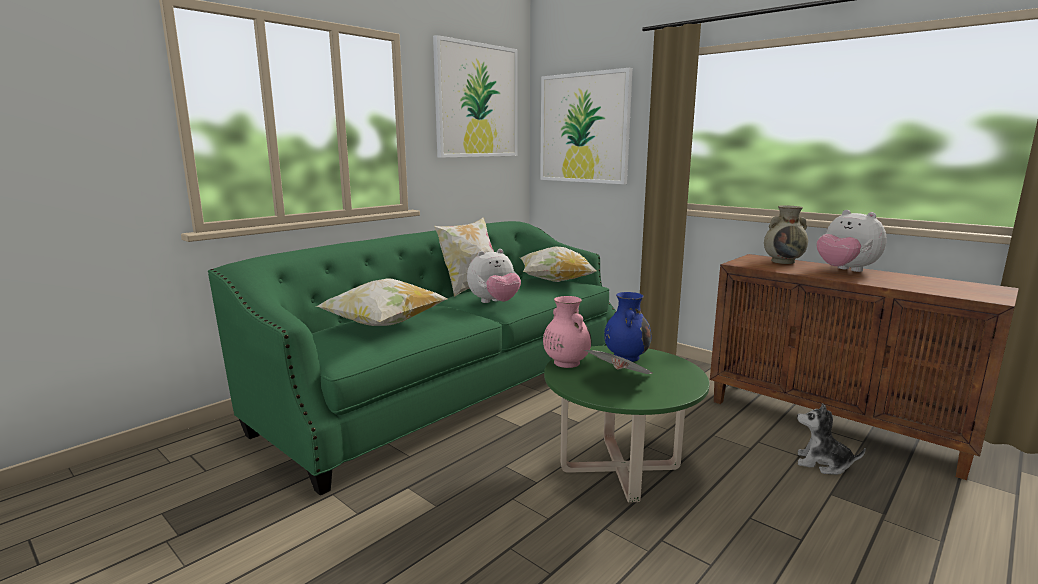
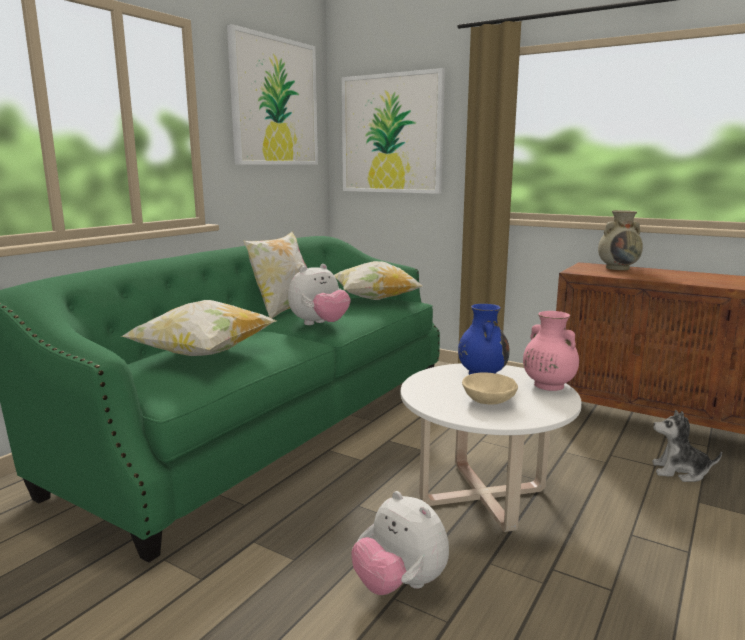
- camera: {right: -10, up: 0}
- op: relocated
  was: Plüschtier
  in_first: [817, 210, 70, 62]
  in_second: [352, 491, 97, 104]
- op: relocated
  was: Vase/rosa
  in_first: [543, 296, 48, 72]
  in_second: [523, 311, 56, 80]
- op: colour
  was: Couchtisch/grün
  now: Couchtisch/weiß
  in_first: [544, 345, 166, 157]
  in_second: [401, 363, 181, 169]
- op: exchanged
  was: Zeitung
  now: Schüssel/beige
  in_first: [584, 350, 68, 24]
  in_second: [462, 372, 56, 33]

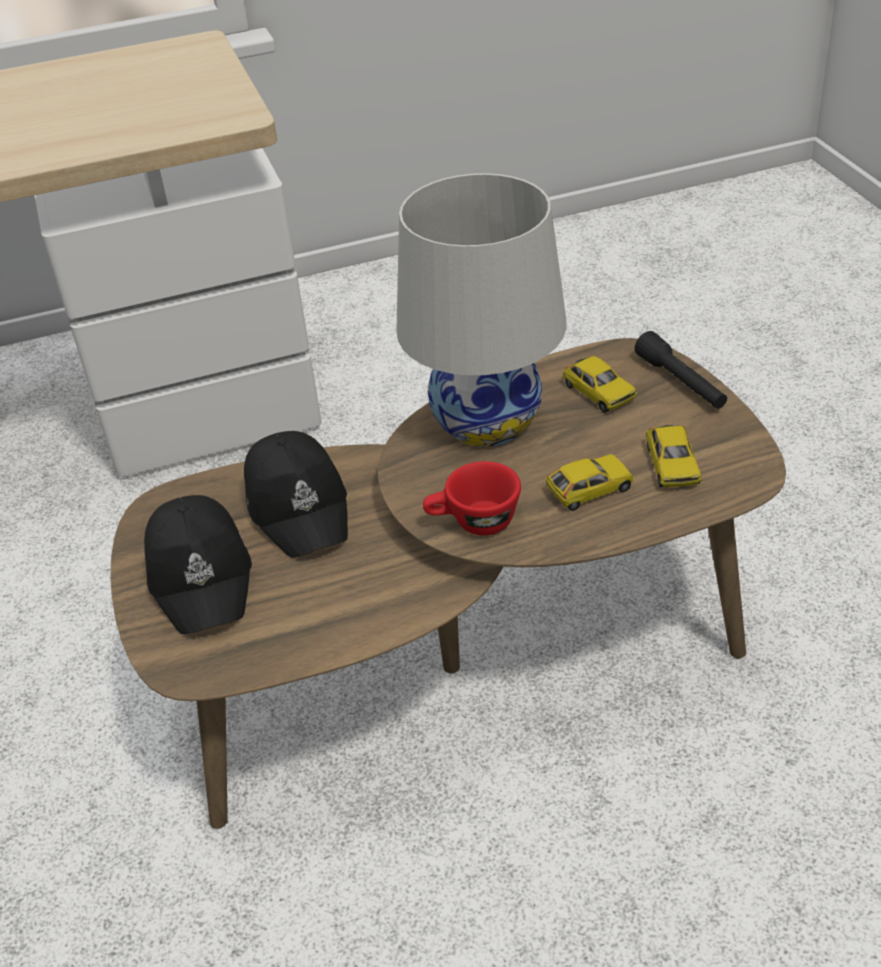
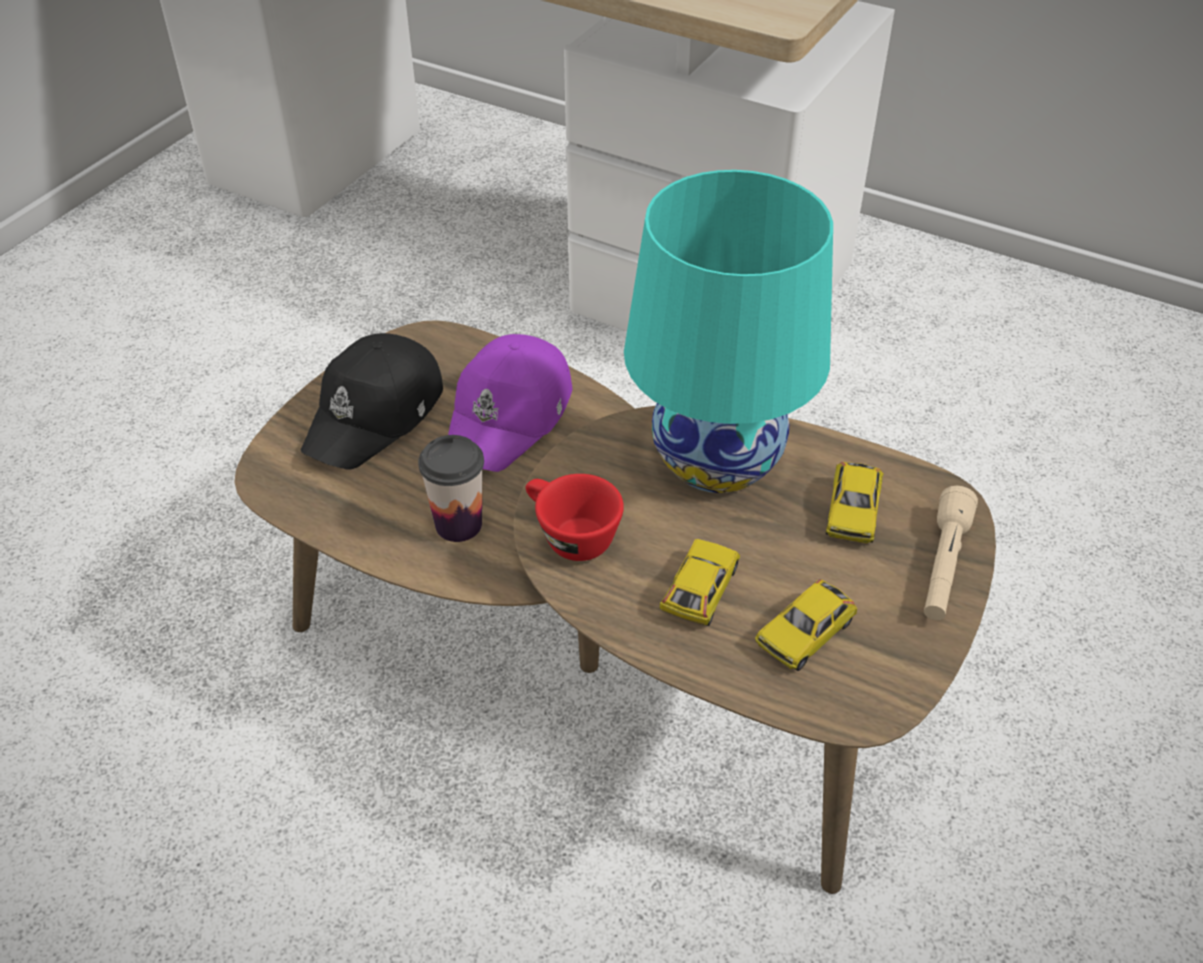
- camera: {right: 45, up: 5}
- op: colour
  was: Tischlampe/weiß
  now: Tischlampe/türkis
  in_first: [396, 173, 170, 274]
  in_second: [624, 170, 209, 323]
- op: colour
  was: Taschenlampe/schwarz
  now: Taschenlampe/beige
  in_first: [635, 331, 92, 78]
  in_second: [924, 486, 54, 134]
- op: colour
  was: Kappe/schwarz
  now: Kappe/lila
  in_first: [244, 431, 104, 127]
  in_second: [448, 334, 124, 138]
- op: spun
  was: Spielzeugauto
  in_first: [546, 454, 88, 57]
  in_second: [660, 539, 80, 87]
  clockwise: -90
- op: appeared
  now: Tasse
  in_second: [418, 435, 66, 107]

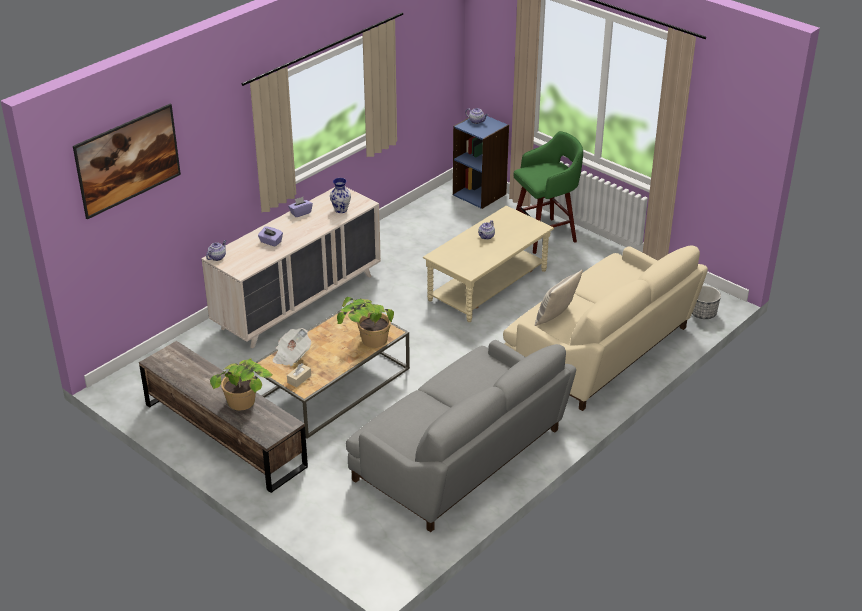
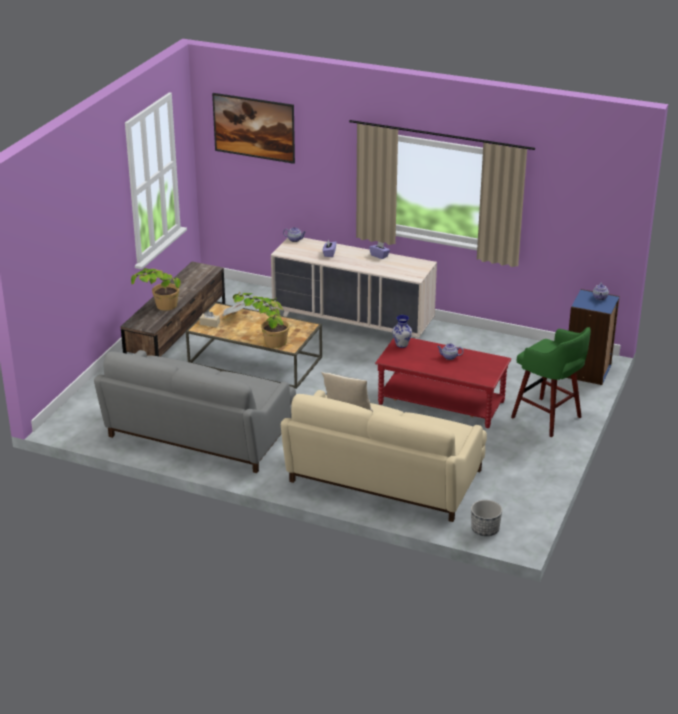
- camera: {right: 70, up: -5}
- op: relocated
  was: Vase
  in_first: [330, 178, 21, 35]
  in_second: [392, 315, 20, 33]
- op: colour
  was: Couchtisch/beige
  now: Couchtisch/rot
  in_first: [423, 206, 131, 116]
  in_second: [375, 338, 136, 90]

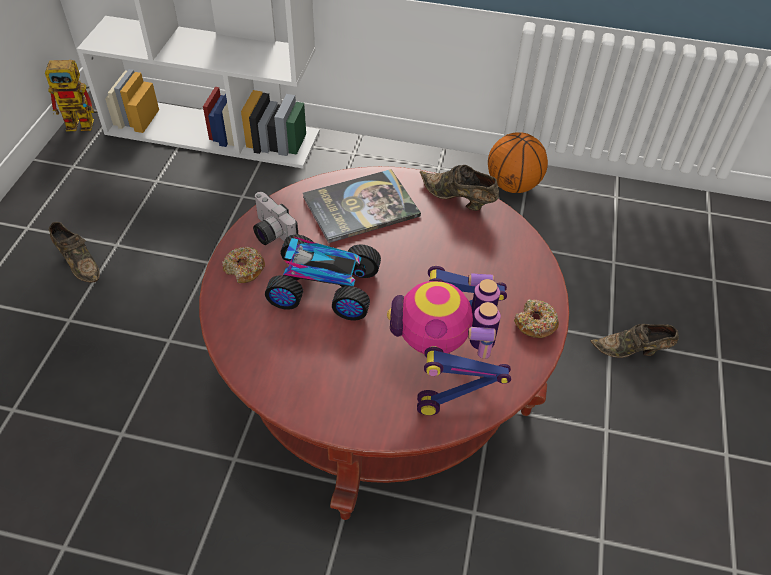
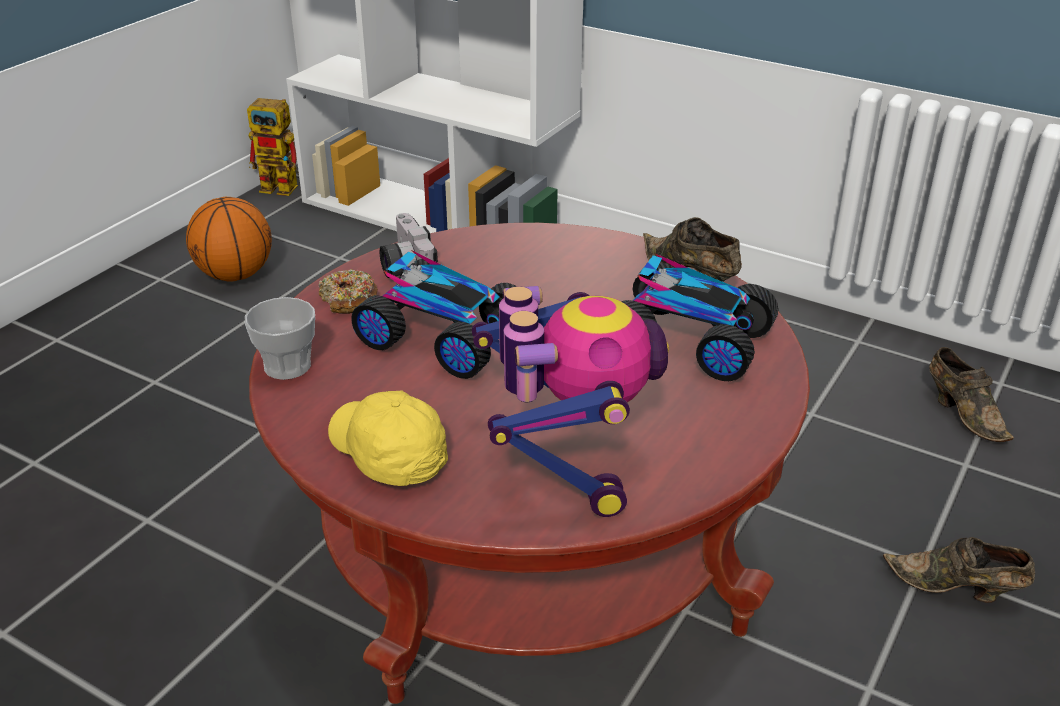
- camera: {right: 20, up: -15}
- op: relocated
  was: Basketball
  in_first: [488, 132, 60, 61]
  in_second: [186, 197, 86, 84]
- op: missing
  was: Buch
  in_first: [303, 169, 118, 74]
- op: relocated
  was: Schuh/braun
  in_first: [49, 222, 51, 60]
  in_second: [929, 347, 85, 95]
- op: spun
  was: Spielzeugroboter
  in_first: [387, 266, 124, 149]
  in_second: [472, 286, 197, 231]
  clockwise: 150
- op: missing
  was: Donut
  in_first: [514, 299, 45, 39]
- op: appeared
  now: Spielzeugauto
  in_second: [621, 254, 158, 127]
- op: appeared
  now: Tasse
  in_second: [245, 297, 70, 83]
- op: appeared
  now: Kappe/gelb
  in_second: [328, 391, 120, 95]

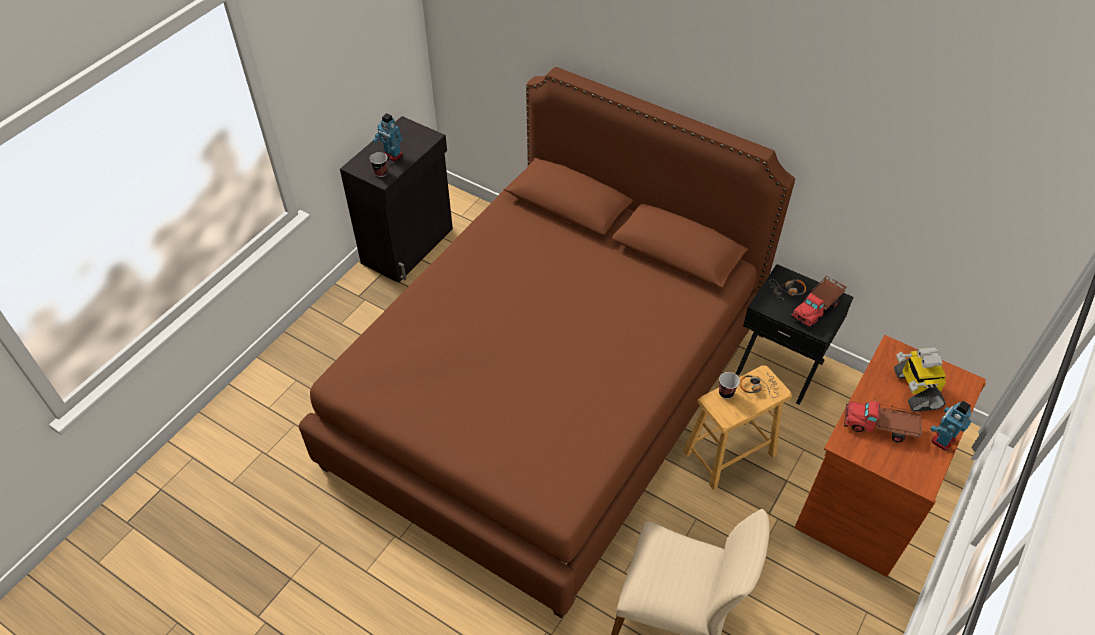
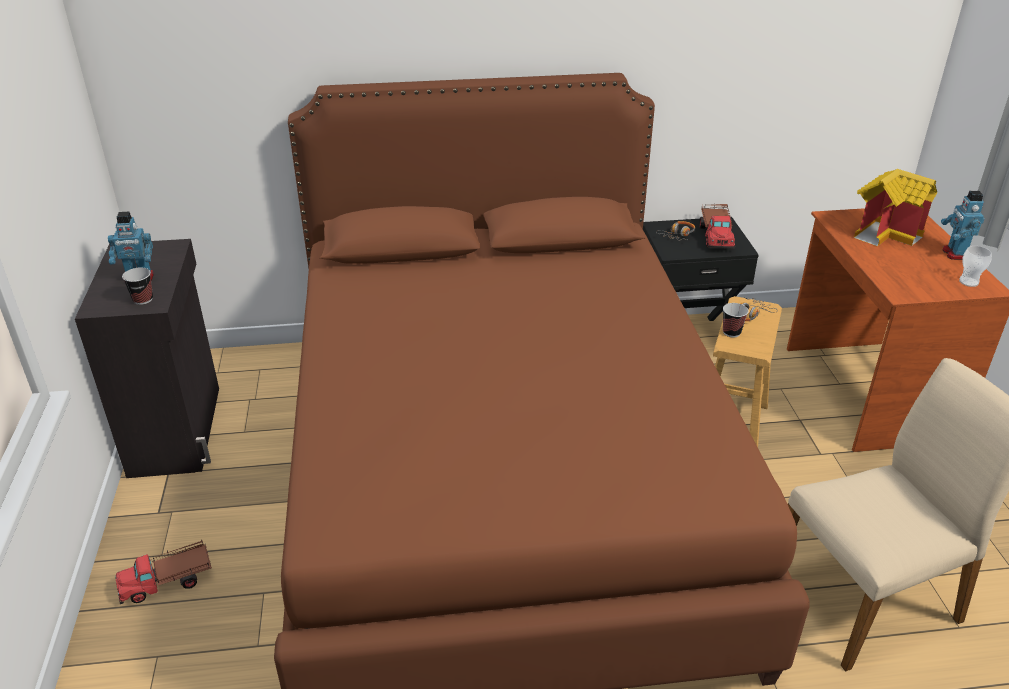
- camera: {right: -40, up: -15}
- op: exchanged
  was: Spielzeugroboter
  now: Spielzeughaus
  in_first: [894, 347, 52, 65]
  in_second: [854, 169, 83, 77]
- op: relocated
  was: Spielzeuglaster
  in_first: [844, 401, 78, 41]
  in_second: [115, 540, 97, 64]
- op: appeared
  now: Tasse
  in_second: [959, 246, 33, 41]

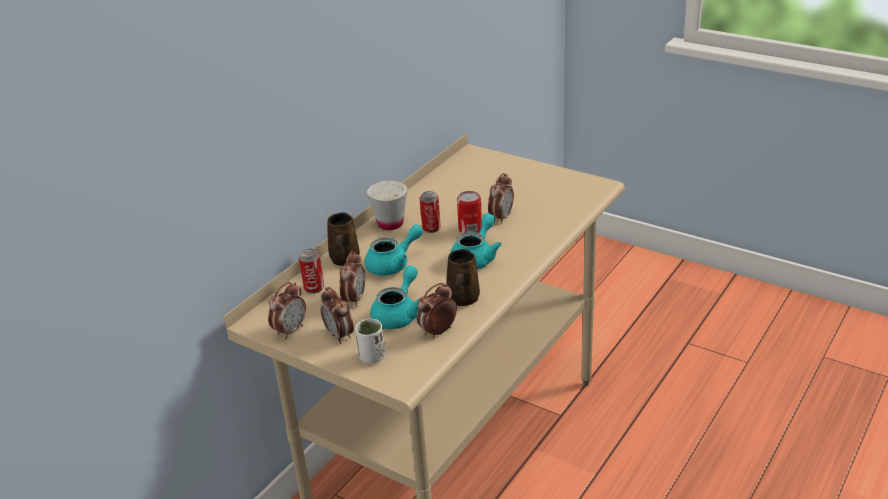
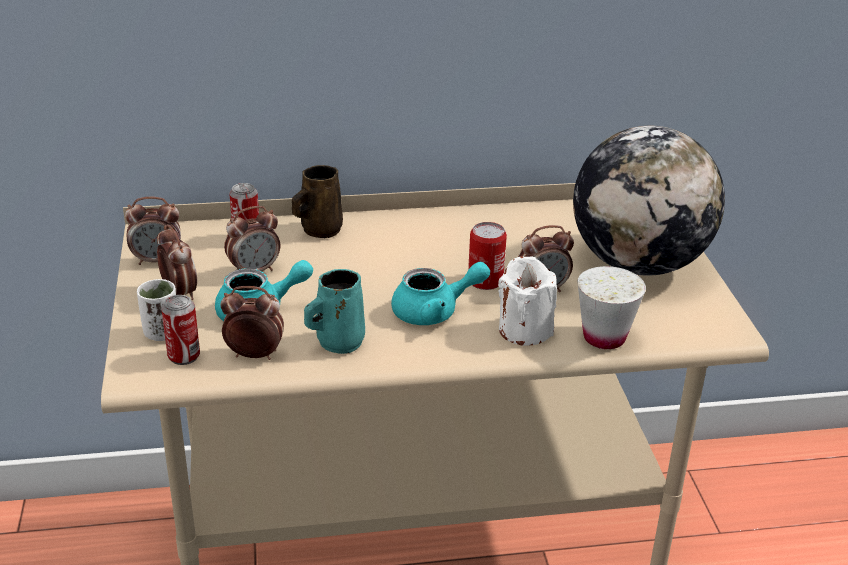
- camera: {right: 45, up: 0}
- op: relocated
  was: Tasse/weiß
  in_first: [367, 181, 41, 49]
  in_second: [577, 266, 69, 83]
- op: relocated
  was: Dose
  in_first: [420, 191, 21, 42]
  in_second: [161, 295, 39, 70]
- op: missing
  was: Teekanne/türkis
  in_first: [365, 224, 58, 52]
- op: colour
  was: Henkelbecher/braun
  now: Henkelbecher/türkis
  in_first: [447, 249, 33, 57]
  in_second: [304, 269, 61, 85]
- op: spun
  was: Wecker
  in_first: [320, 287, 34, 57]
  in_second: [157, 224, 40, 76]
  clockwise: 135
- op: appeared
  now: Globus
  in_second: [573, 126, 152, 149]
- op: appeared
  now: Kerze/weiß
  in_second: [498, 256, 59, 90]

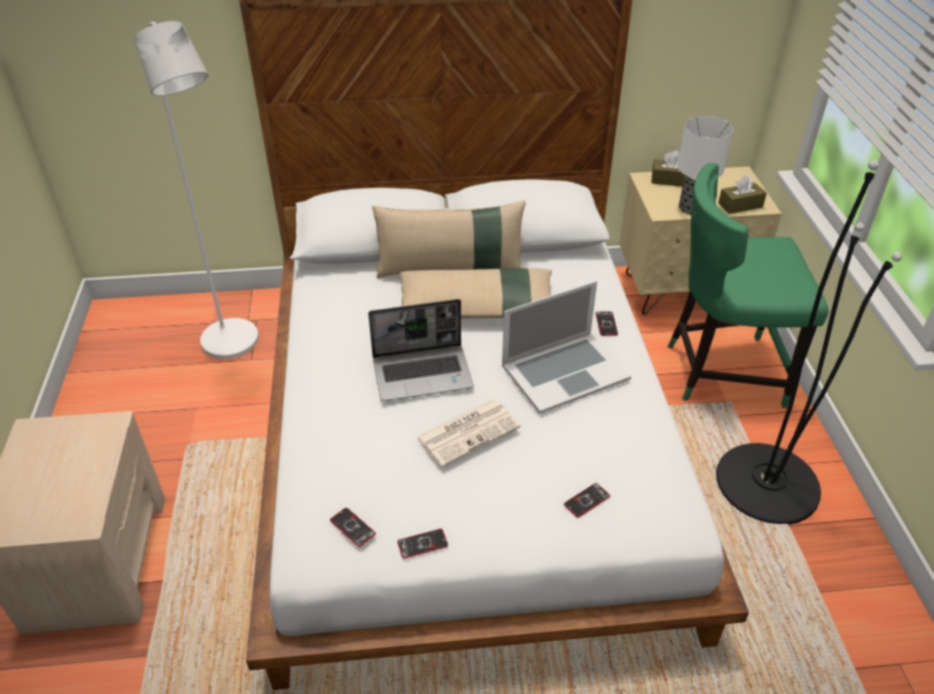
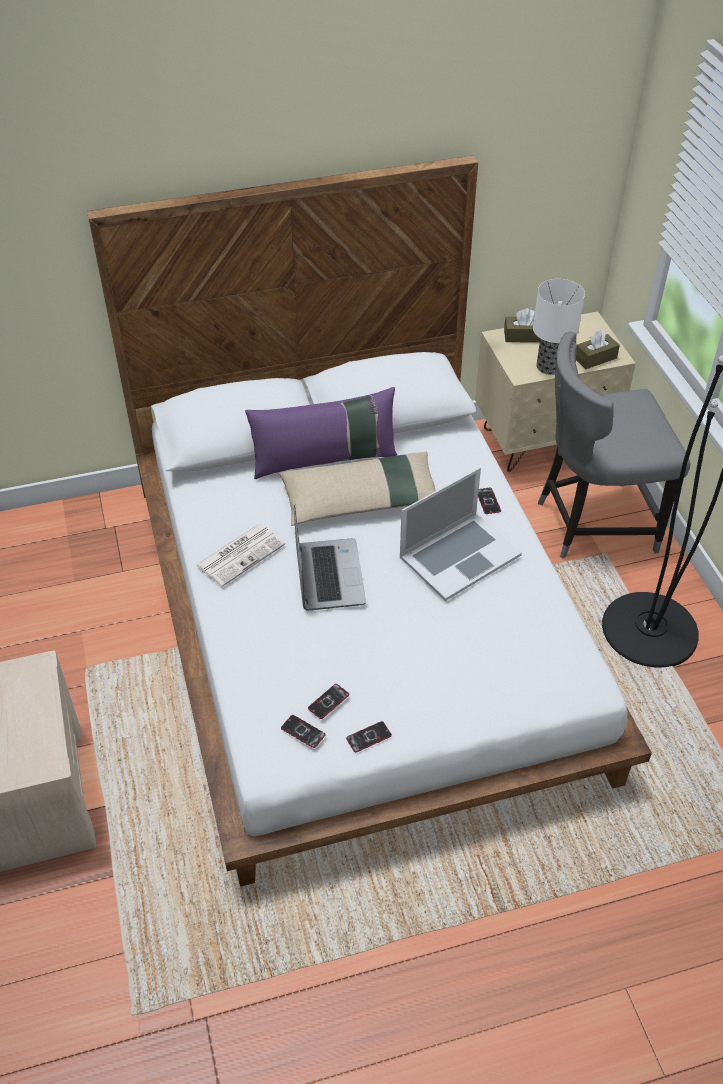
- camera: {right: -10, up: 5}
- op: missing
  was: Stehlampe/weiß
  in_first: [134, 21, 125, 338]
- op: colour
  was: Stuhl/grün
  now: Stuhl/grau
  in_first: [668, 163, 161, 245]
  in_second: [538, 331, 152, 228]
- op: colour
  was: Kissen/beige
  now: Kissen/lila
  in_first: [372, 201, 154, 77]
  in_second: [245, 387, 152, 92]
- op: spun
  was: Laptop
  in_first: [368, 299, 106, 102]
  in_second: [294, 504, 72, 107]
  clockwise: -75
- op: relocated
  was: Zeitung
  in_first: [416, 400, 105, 67]
  in_second: [196, 524, 89, 63]
- op: relocated
  was: Handy
  in_first: [564, 483, 46, 35]
  in_second: [308, 684, 41, 35]

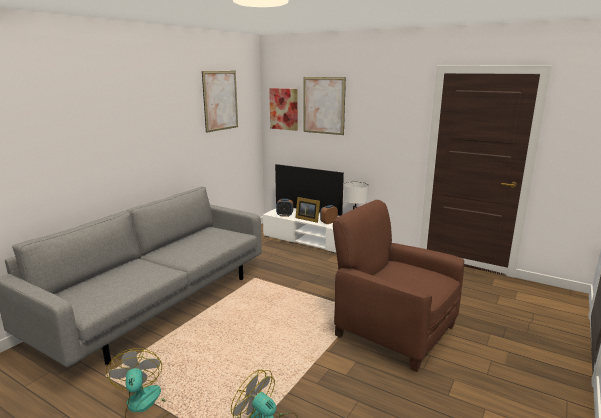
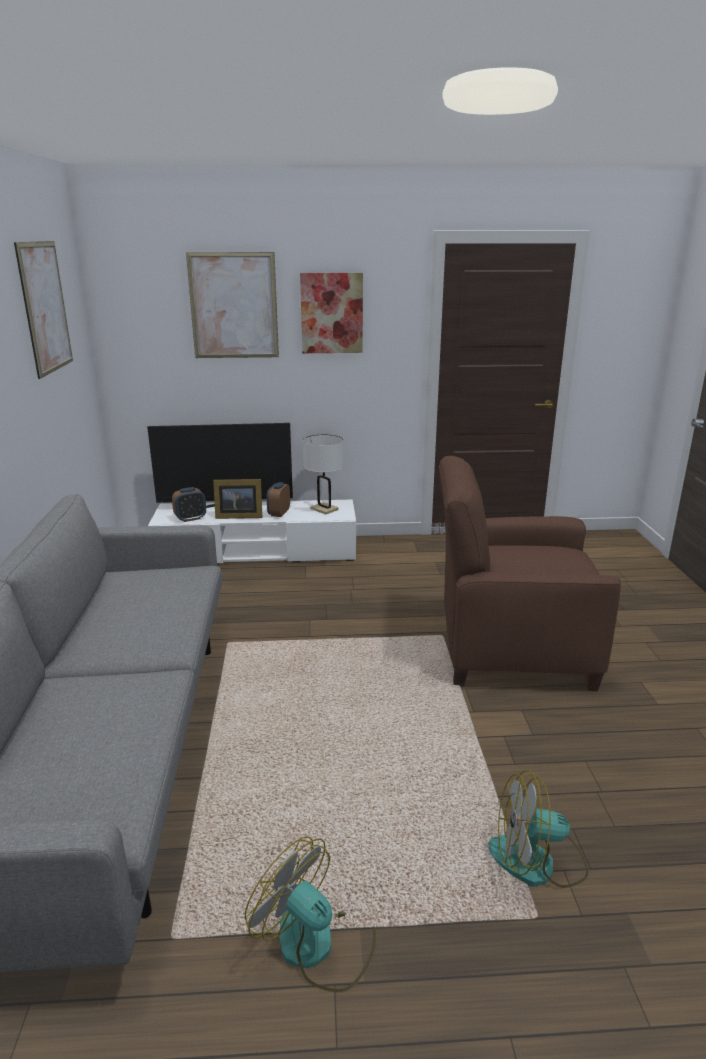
- camera: {right: -35, up: 5}
- op: relocated
  was: Bild
  in_first: [269, 88, 29, 43]
  in_second: [300, 273, 63, 80]

